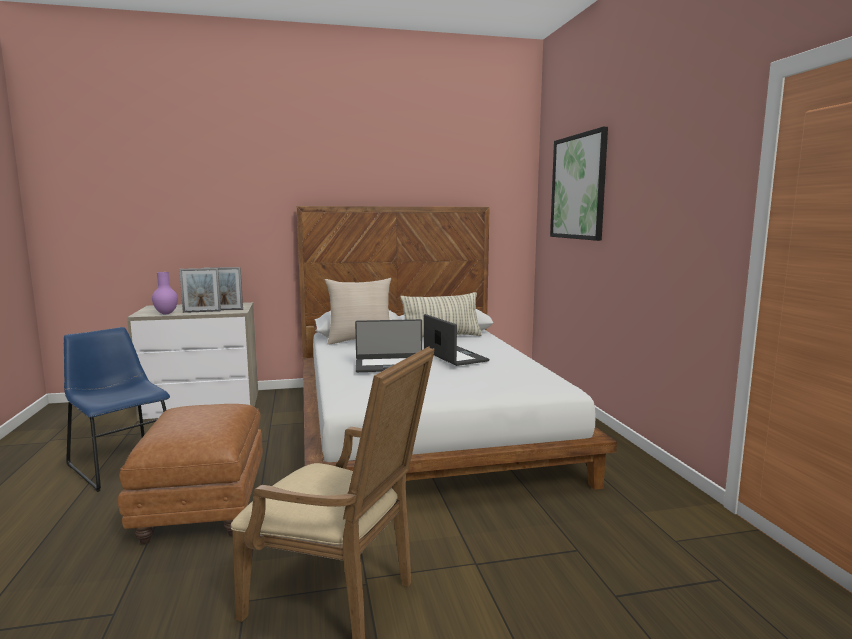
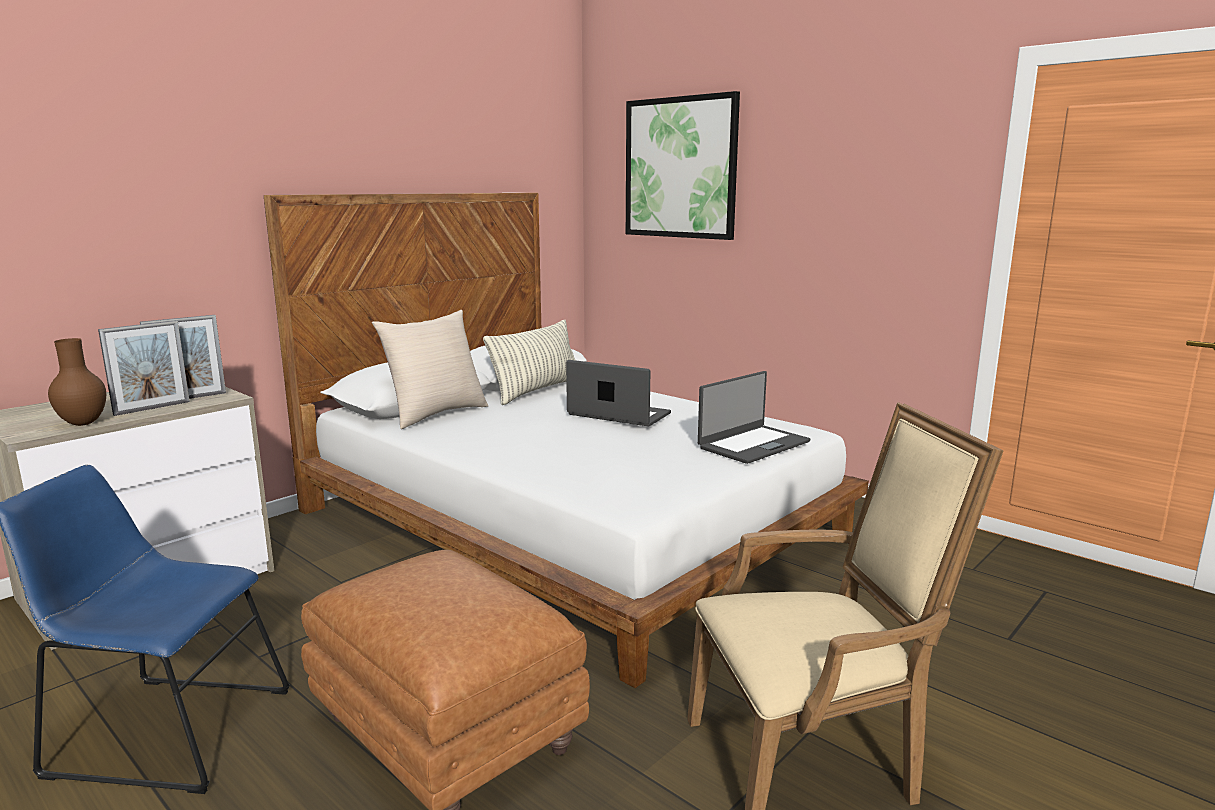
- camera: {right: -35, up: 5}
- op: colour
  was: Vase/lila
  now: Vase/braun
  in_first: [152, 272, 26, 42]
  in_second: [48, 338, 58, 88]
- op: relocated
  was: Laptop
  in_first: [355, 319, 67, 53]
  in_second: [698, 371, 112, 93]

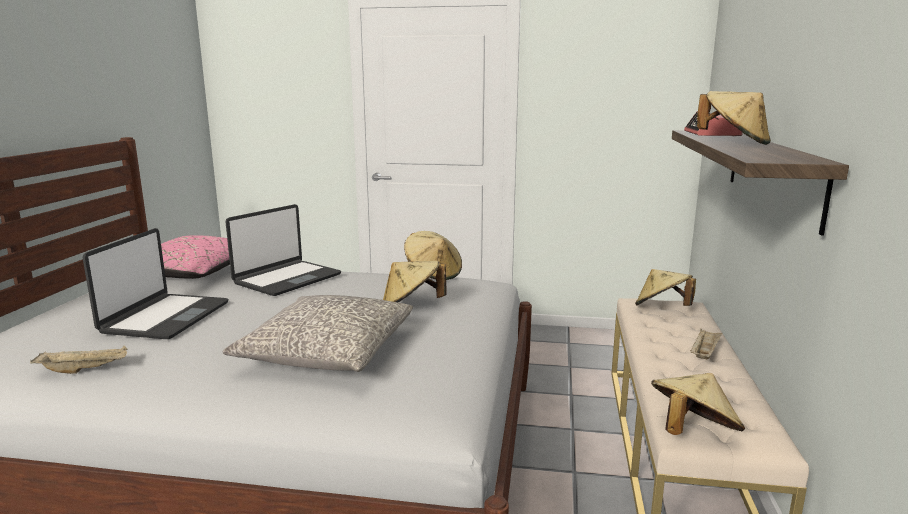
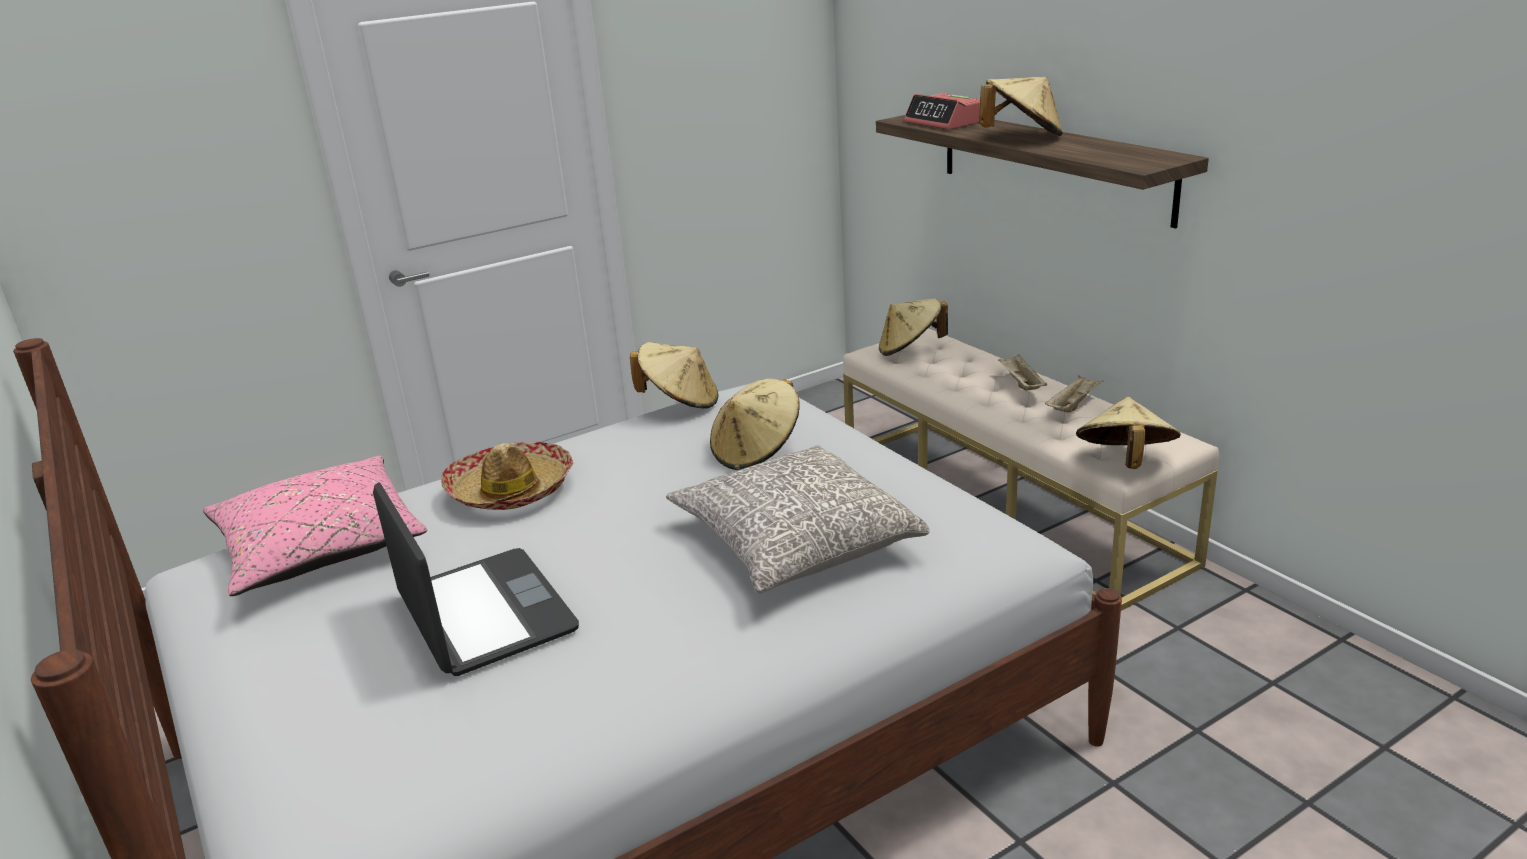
- camera: {right: -40, up: 10}
- op: exchanged
  was: Laptop
  now: Hut
  in_first: [226, 204, 115, 92]
  in_second: [441, 442, 132, 68]
- op: relocated
  was: Tablett/beige
  in_first: [30, 345, 98, 29]
  in_second: [1045, 375, 59, 38]

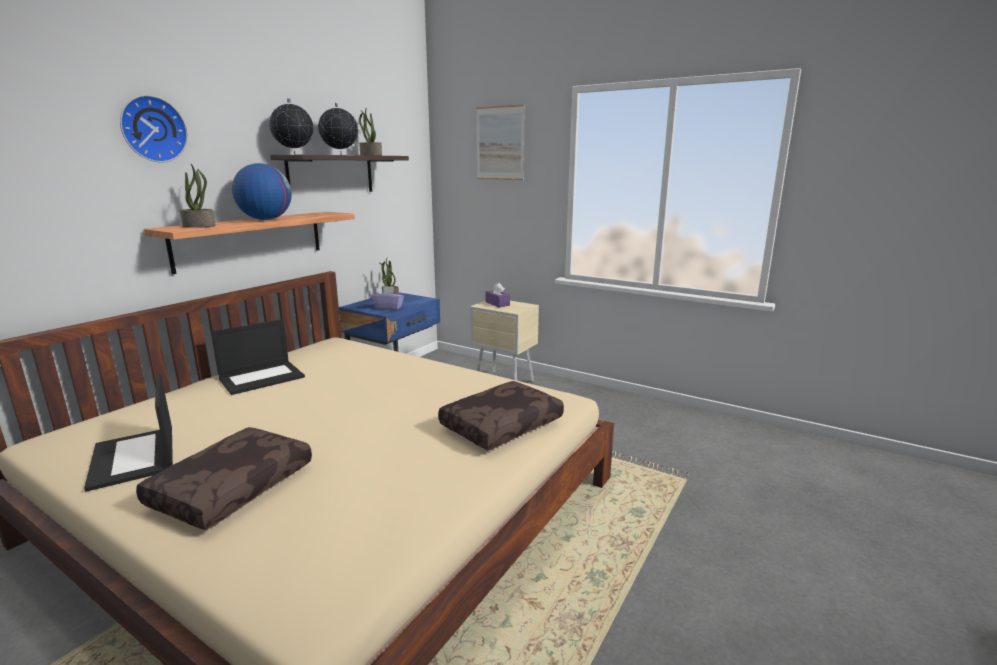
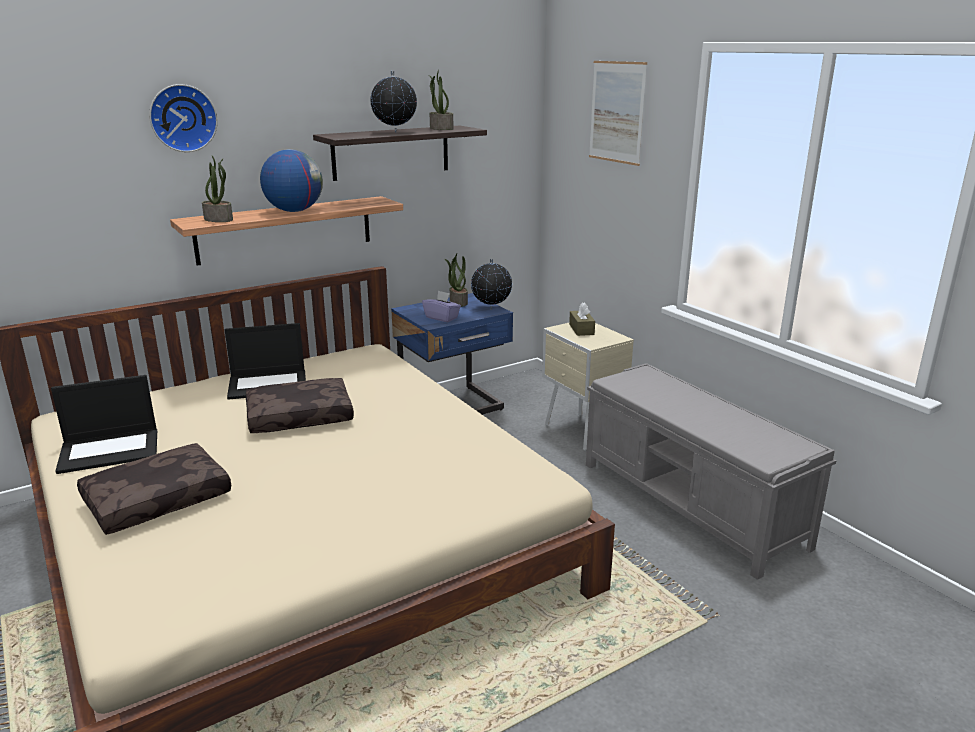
- camera: {right: 25, up: 5}
- op: relocated
  was: Globus
  in_first: [269, 98, 45, 56]
  in_second: [471, 259, 41, 51]
- op: colour
  was: Taschentuchbox/lila
  now: Taschentuchbox/braun
  in_first: [485, 283, 25, 24]
  in_second: [569, 302, 26, 34]
- op: spun
  was: Laptop
  in_first: [84, 373, 89, 119]
  in_second: [51, 375, 106, 99]
  clockwise: -105
- op: relocated
  was: Kissen/braun
  in_first: [438, 381, 126, 69]
  in_second: [246, 378, 108, 55]
- op: appeared
  now: Bank/grau
  in_second: [586, 363, 250, 217]

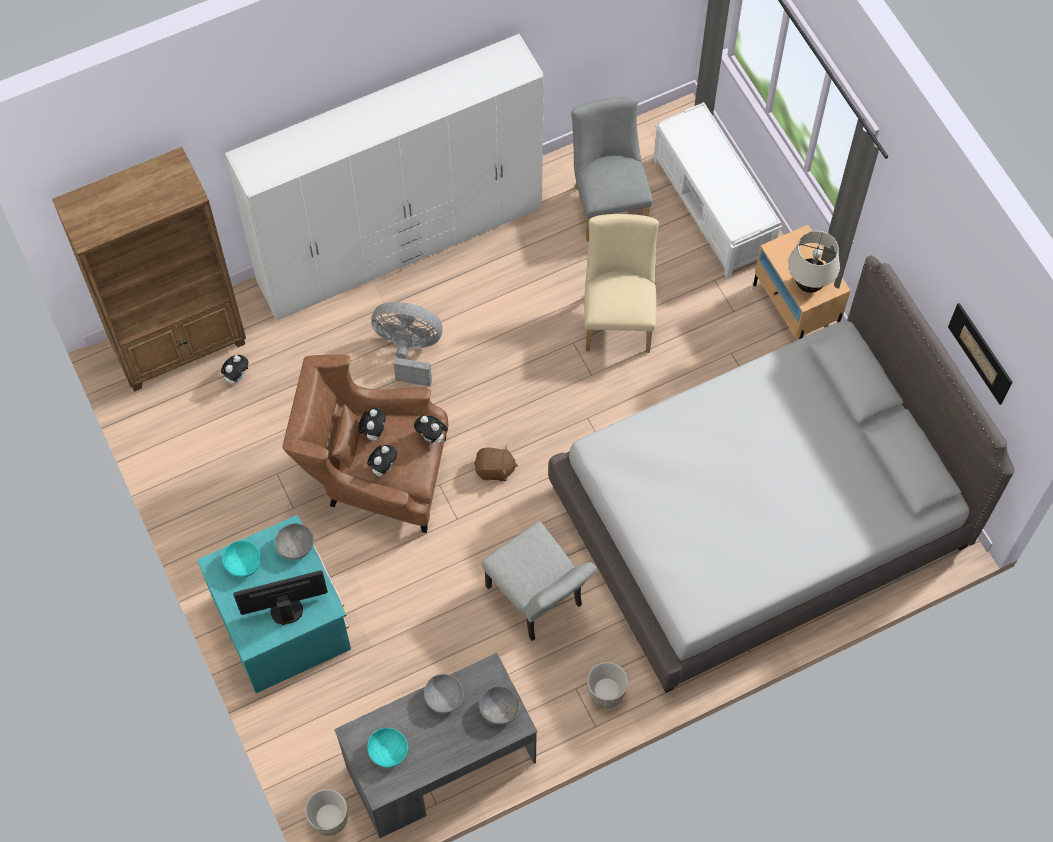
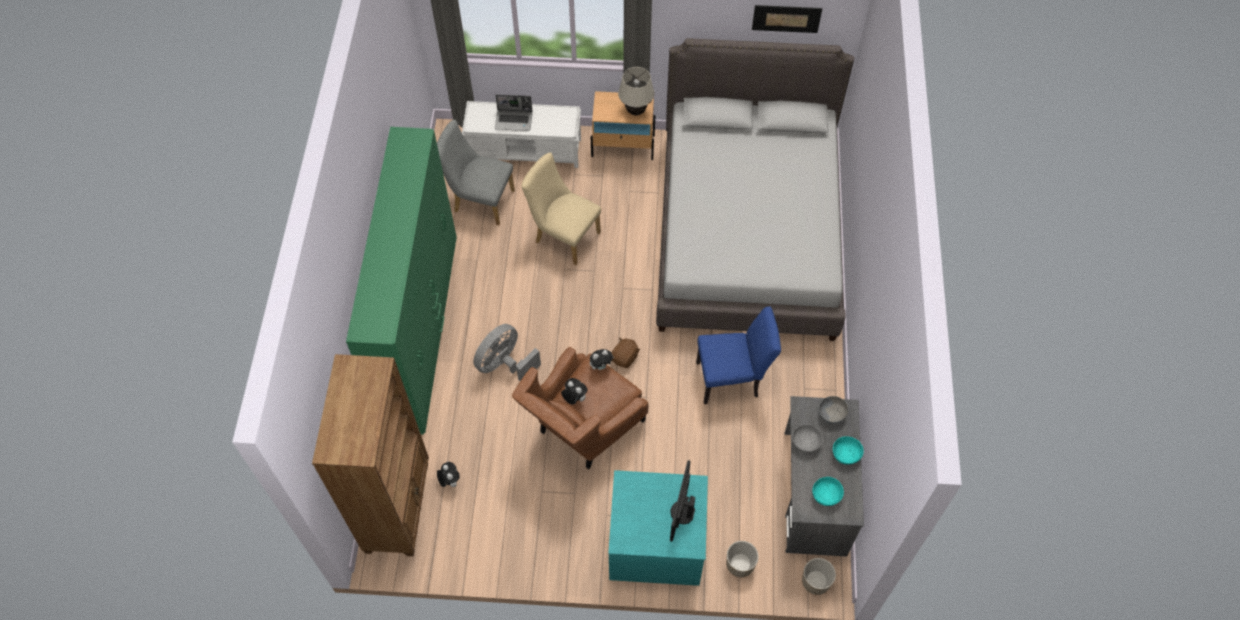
- camera: {right: -60, up: -5}
- op: colour
  was: Kleiderschrank/weiß
  now: Kleiderschrank/grün
  in_first: [225, 34, 319, 286]
  in_second: [346, 127, 111, 308]
- op: missing
  was: Plüschtier
  in_first: [367, 445, 30, 32]
- op: colour
  was: Stuhl/grau
  now: Stuhl/blau
  in_first: [482, 521, 115, 120]
  in_second: [696, 306, 85, 98]
- op: missing
  was: Schüssel/grau
  in_first: [275, 523, 39, 37]
- op: relocated
  was: Schüssel/türkis
  in_first: [222, 540, 39, 38]
  in_second: [833, 436, 31, 29]
- op: relocated
  was: Pflanzkübel
  in_first: [587, 662, 41, 46]
  in_second: [726, 541, 33, 36]
- op: appeared
  now: Laptop
  in_second: [495, 94, 38, 37]

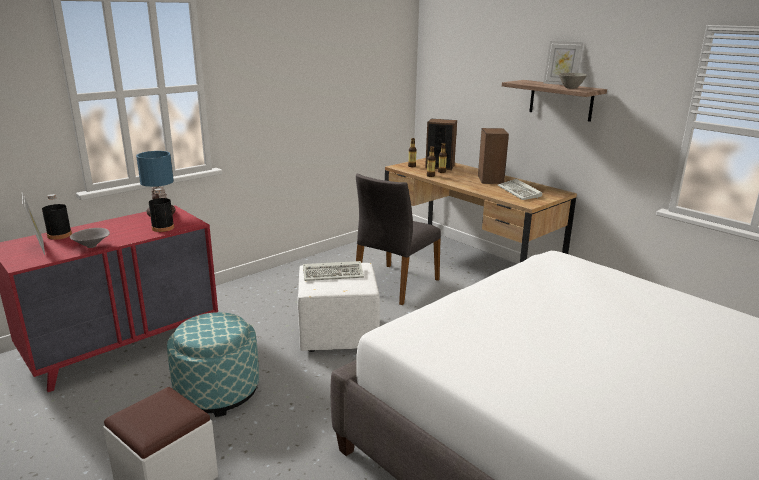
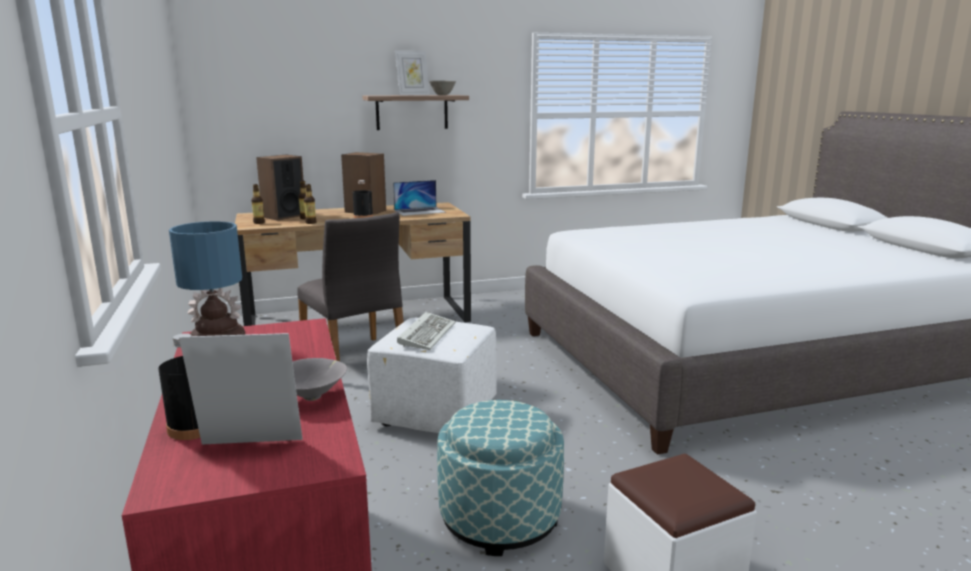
- camera: {right: -65, up: -5}
- op: exchanged
  was: Tastatur
  now: Laptop
  in_first: [498, 179, 44, 21]
  in_second: [393, 180, 53, 36]
- op: relocated
  was: Flasche/schwarz
  in_first: [149, 188, 25, 44]
  in_second: [353, 180, 20, 38]

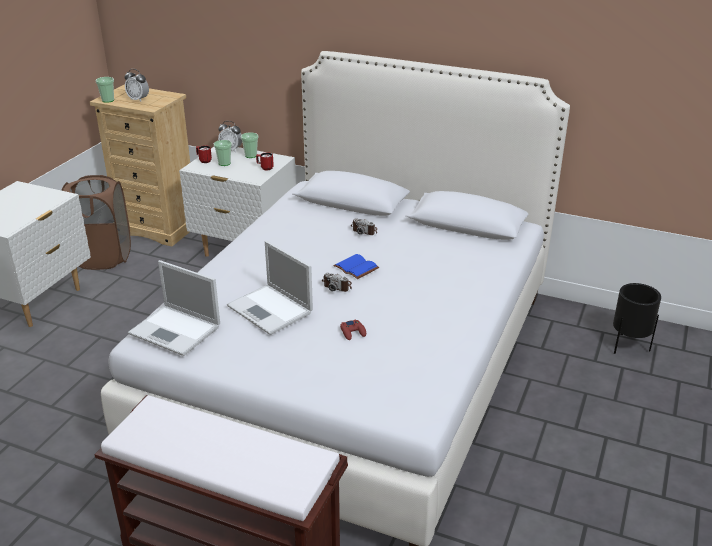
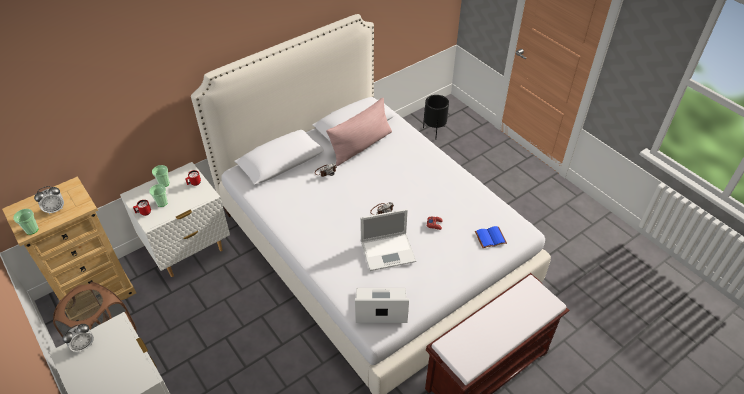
- camera: {right: -60, up: 15}
- op: relocated
  was: Wecker
  in_first: [218, 121, 24, 32]
  in_second: [62, 324, 32, 29]
- op: relocated
  was: Buch/blau
  in_first: [333, 254, 46, 25]
  in_second: [475, 226, 32, 22]
- op: spun
  was: Laptop
  in_first: [128, 260, 92, 96]
  in_second: [355, 288, 54, 35]
  clockwise: -150
- op: appeared
  now: Kissen/rosa
  in_second: [326, 98, 66, 68]

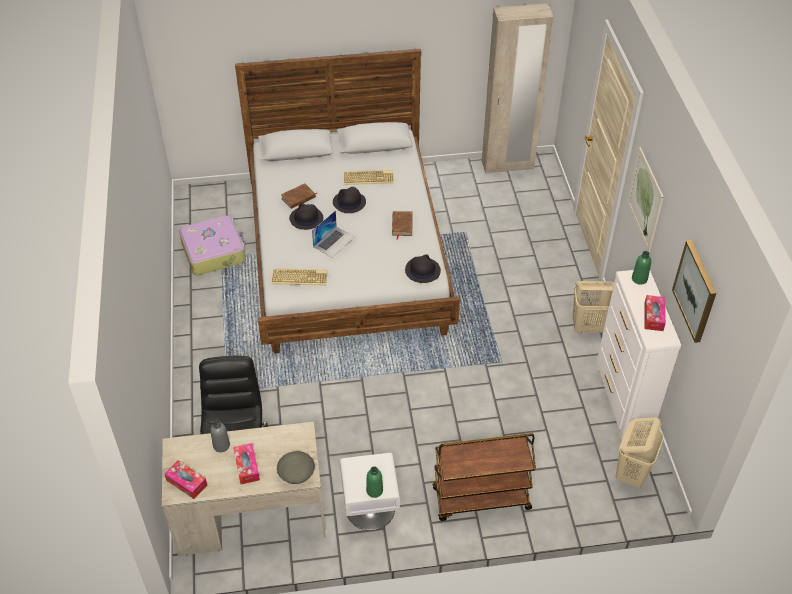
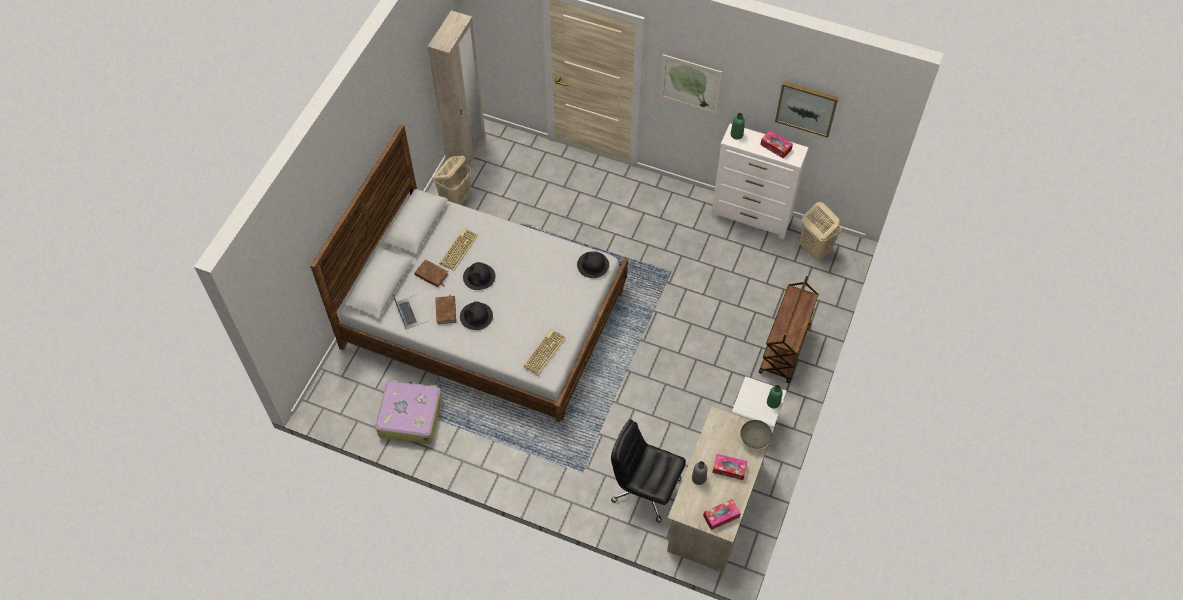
- camera: {right: -60, up: 10}
- op: relocated
  was: Laptop
  in_first: [312, 210, 43, 48]
  in_second: [392, 291, 36, 38]
- op: relocated
  was: Buch/braun
  in_first: [392, 211, 21, 29]
  in_second: [414, 260, 35, 27]
- op: relocated
  was: Wäschekorb/beige
  in_first: [573, 281, 41, 53]
  in_second: [433, 156, 38, 49]

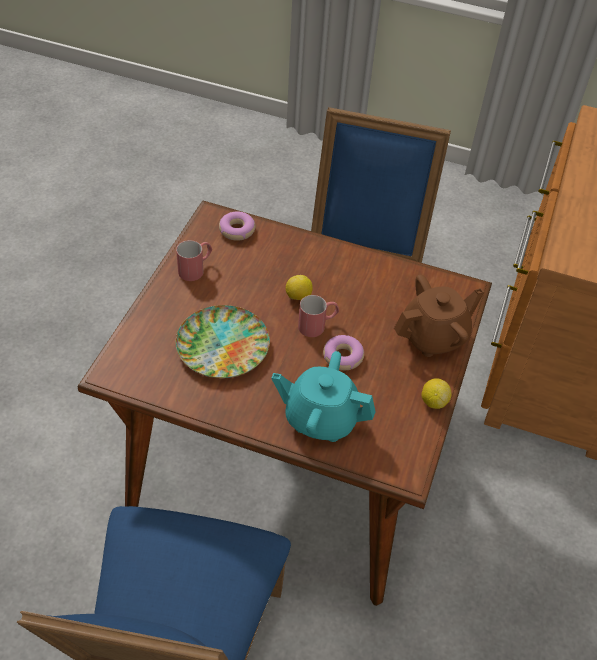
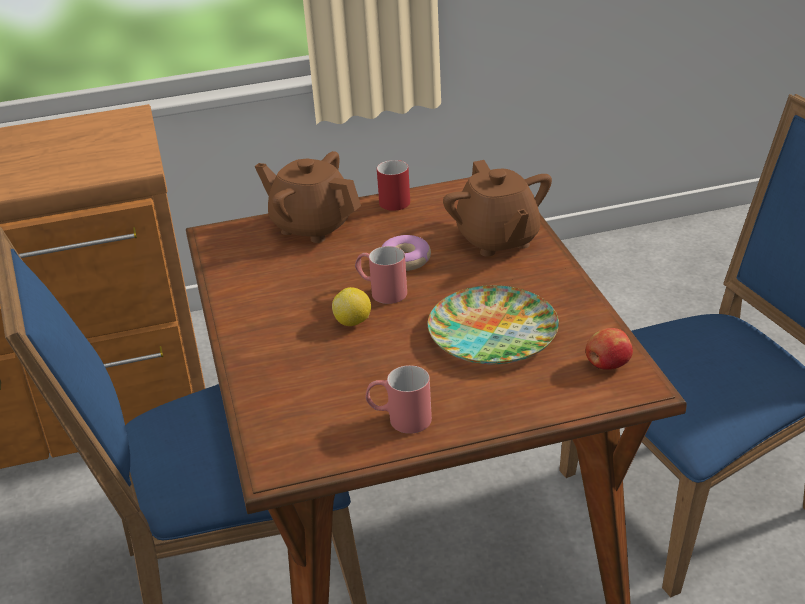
- camera: {right: -120, up: -15}
- op: missing
  was: Donut
  in_first: [219, 211, 36, 30]
- op: colour
  was: Teekanne/türkis
  now: Teekanne/braun
  in_first: [271, 351, 105, 91]
  in_second: [443, 160, 109, 97]
- op: exchanged
  was: Zitrone
  now: Henkelbecher/rot
  in_first: [422, 378, 30, 31]
  in_second: [377, 160, 33, 51]
- op: appeared
  now: Apfel
  in_second: [585, 328, 48, 42]

